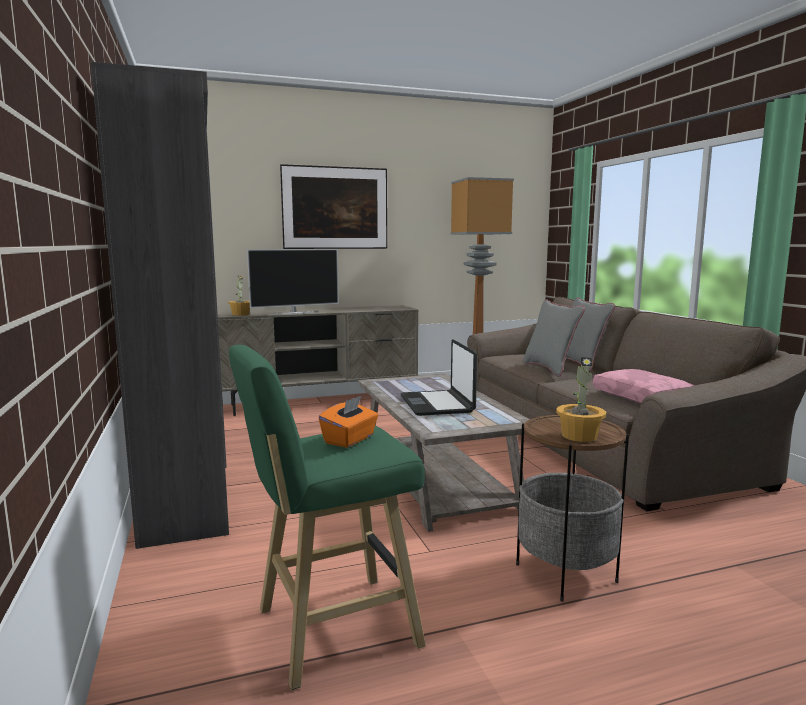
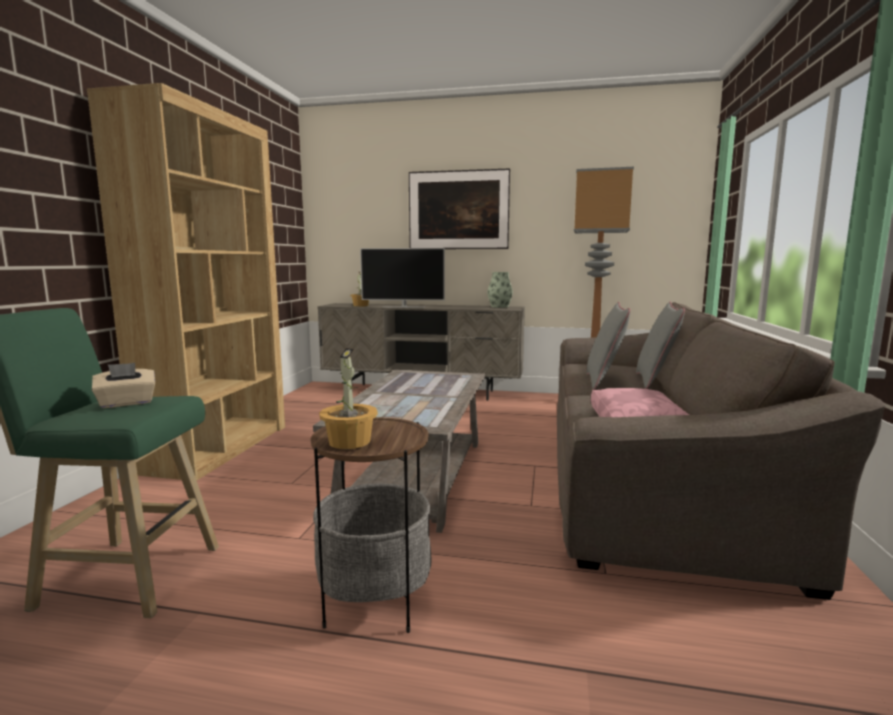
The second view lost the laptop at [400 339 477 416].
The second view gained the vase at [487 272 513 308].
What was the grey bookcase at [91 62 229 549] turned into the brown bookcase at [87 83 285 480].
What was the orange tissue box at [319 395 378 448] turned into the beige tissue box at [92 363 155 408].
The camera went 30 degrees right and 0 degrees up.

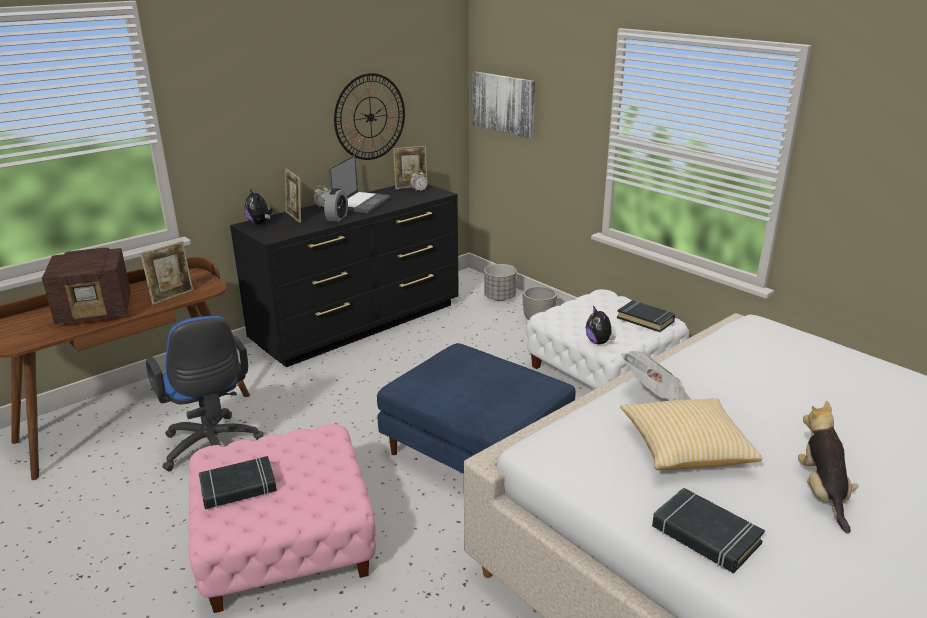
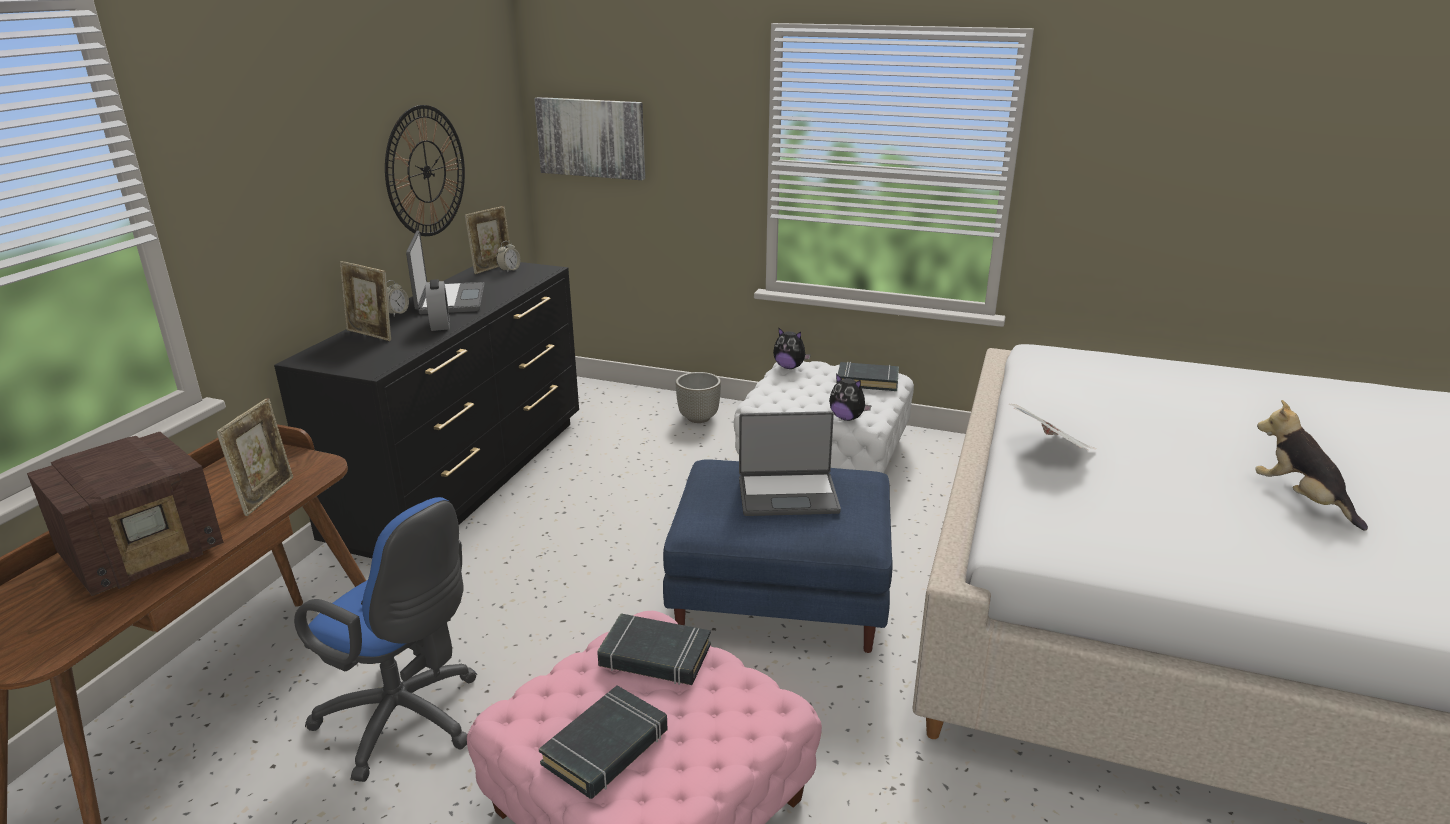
The second view lost the grey planter at [484 264 517 301].
The second view lost the pillow at [620 398 763 470].
The second view gained the laptop at [739 411 841 516].
The plush toy ended up elsewhere, having gone from [245 189 273 224] to [773 327 811 369].
The black book ended up elsewhere, having gone from [652 488 765 573] to [597 613 711 685].
The camera went 30 degrees left and 0 degrees up.

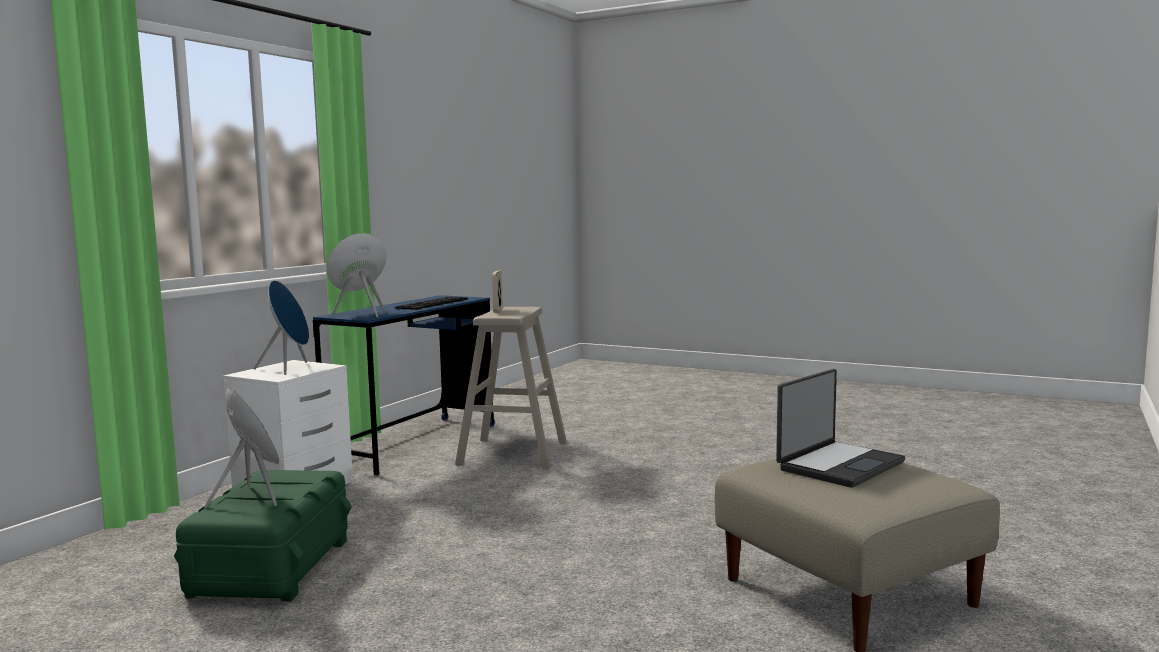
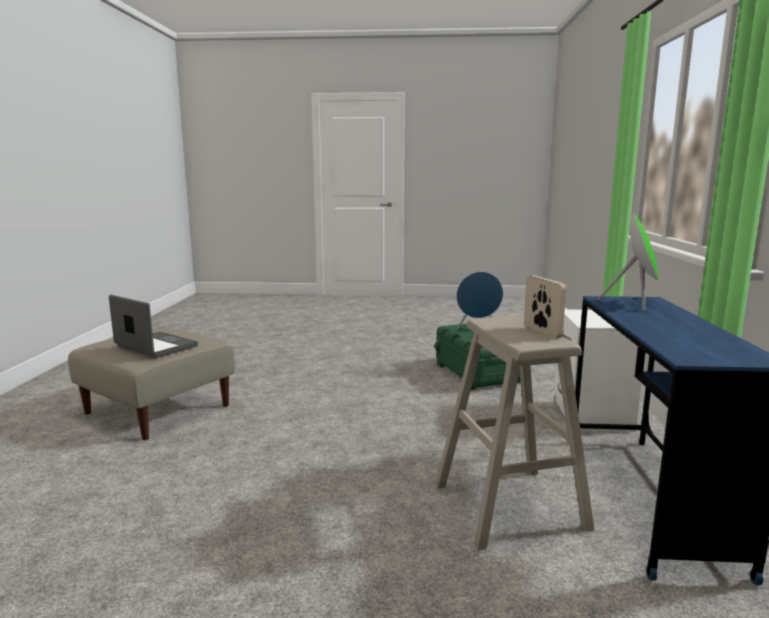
The second view lost the blue speaker at [253 280 309 375].
The second view lost the keyboard at [395 297 468 310].
The laptop at [776 369 905 488] ended up facing another way, 105 degrees clockwise from before.
The camera went 155 degrees right and 5 degrees up.

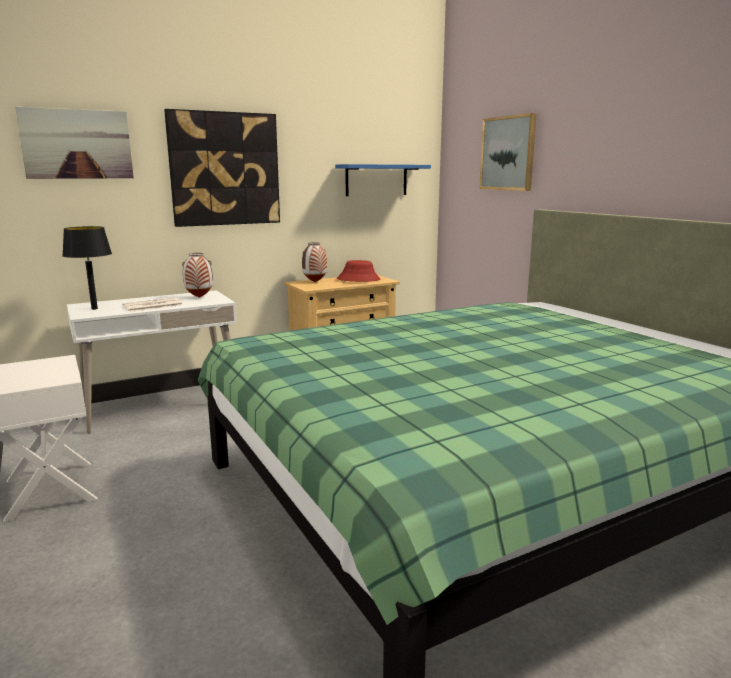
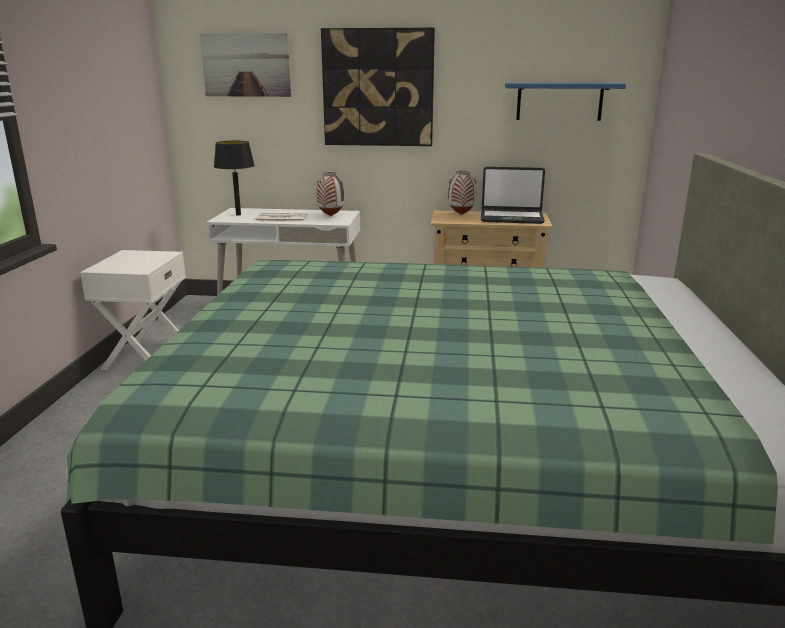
The second view lost the picture at [479 113 537 191].
Where the red hat stood at [337 260 380 282], the laptop came to stand at [481 167 545 224].
The camera went 35 degrees right and 5 degrees up.

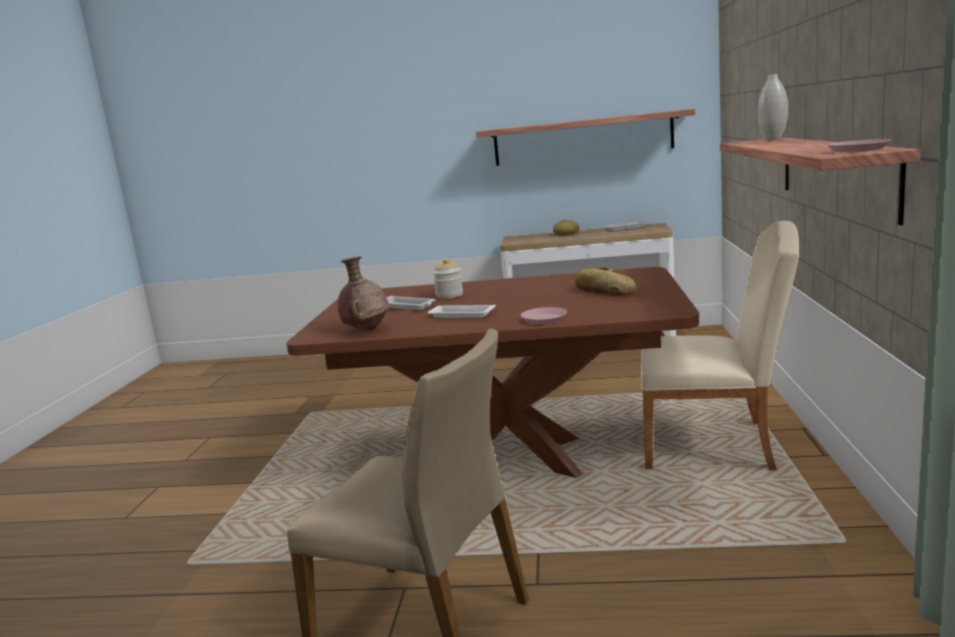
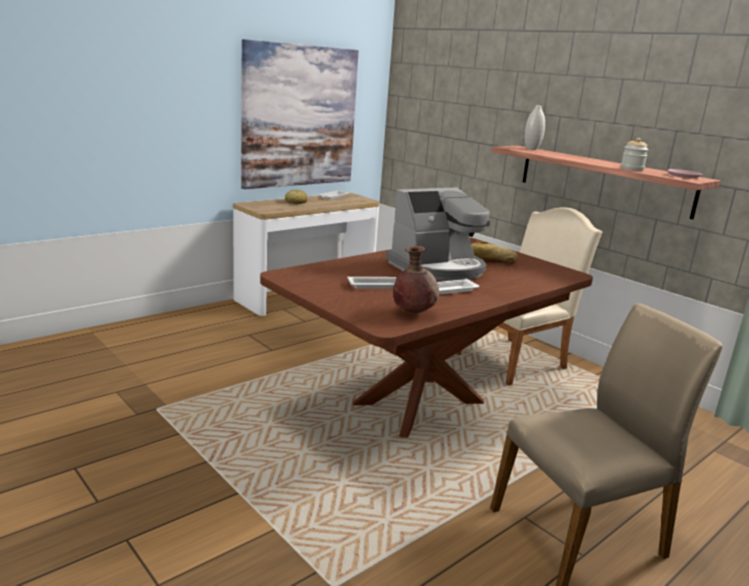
The second view lost the pink plate at [521 307 567 324].
The second view gained the coffee machine at [386 188 490 281].
The jar ended up elsewhere, having gone from [433 258 463 298] to [621 138 648 171].
Where the shelf hung at [476 109 695 166], the picture came to hang at [241 39 359 189].
The camera went 50 degrees left and 5 degrees up.

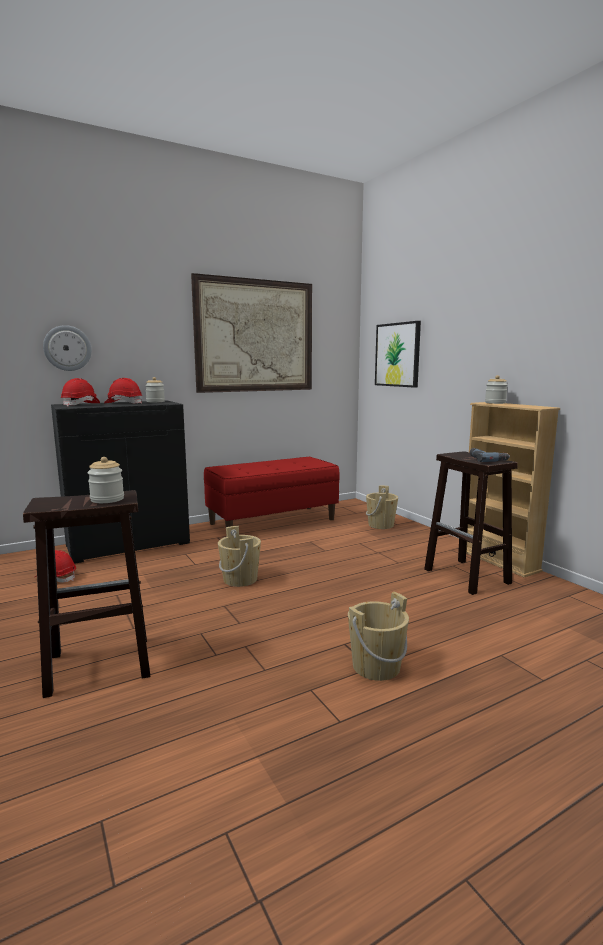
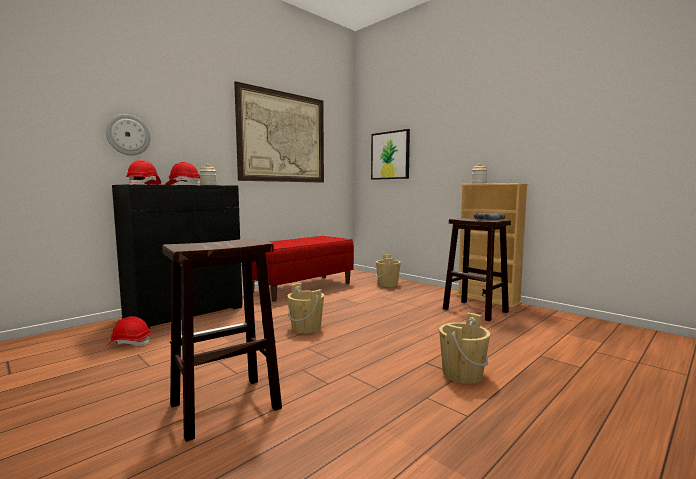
The second view lost the jar at [87 457 124 503].
The camera went 15 degrees left and 5 degrees down.

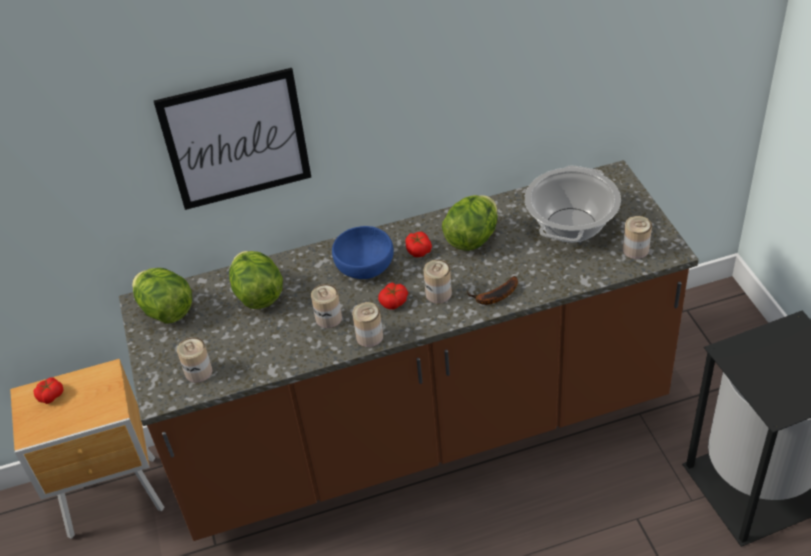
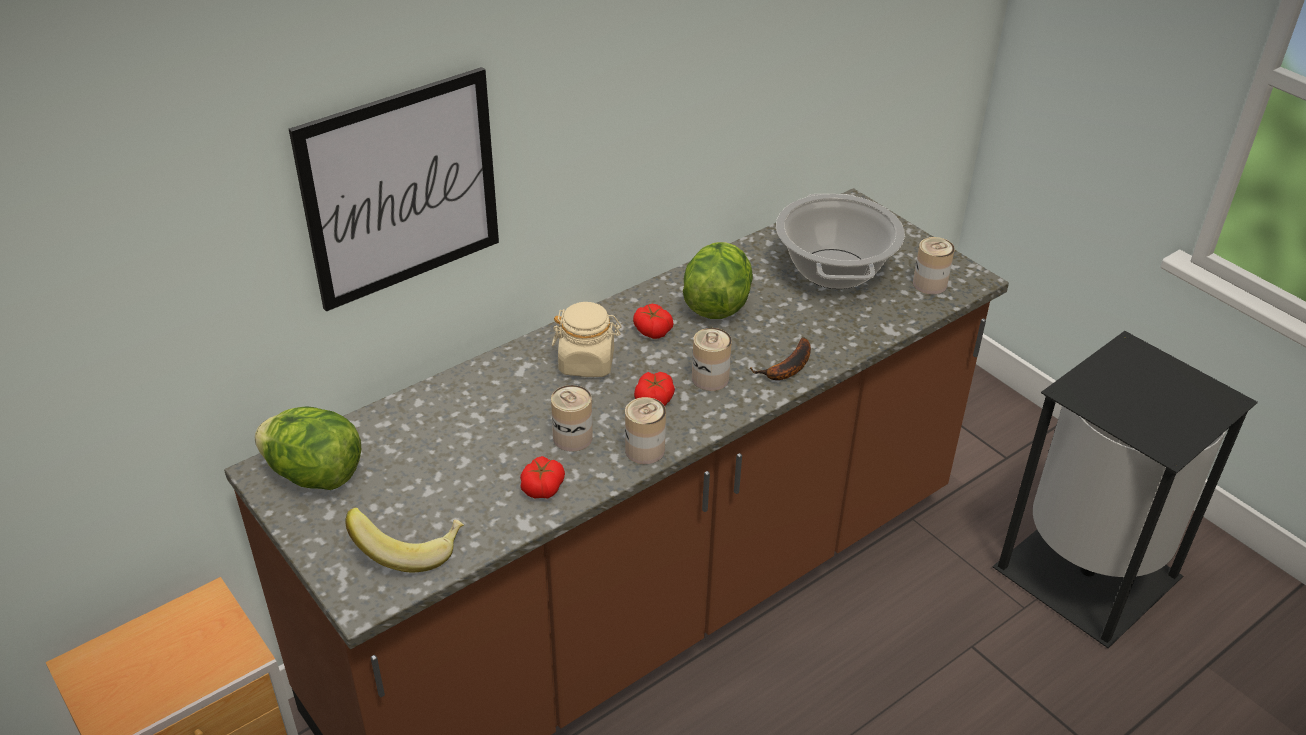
The second view lost the lettuce at [229 251 283 309].
The tomato ended up elsewhere, having gone from [33 377 64 404] to [520 456 565 499].
Where the can stood at [177 337 212 383], the banana came to stand at [345 507 464 572].
Where the blue bowl stood at [332 226 394 279], the beige jar came to stand at [552 302 622 377].
The camera went 25 degrees left and 5 degrees down.

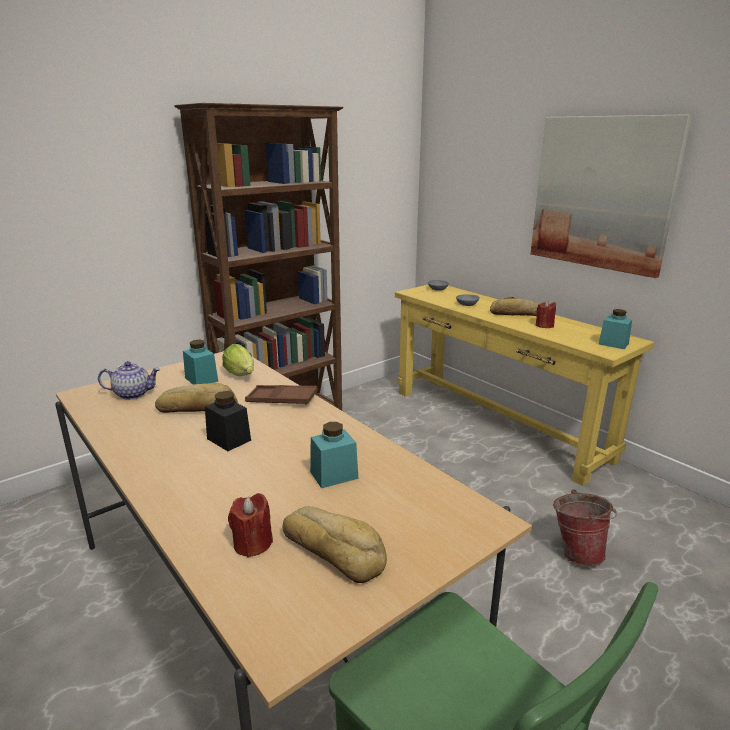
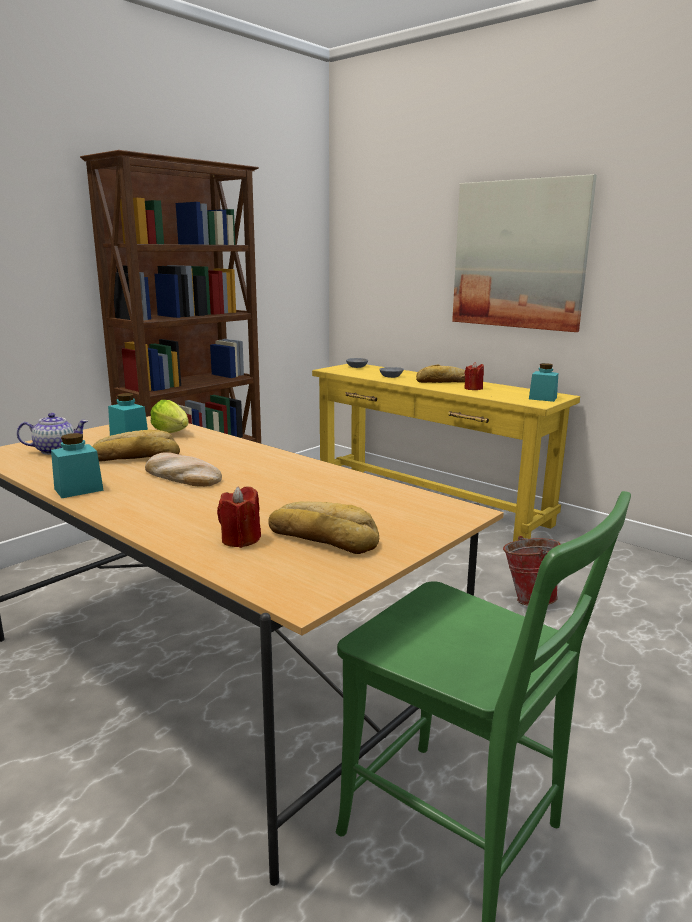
The second view lost the brown tray at [245 385 318 405].
The turquoise jar ended up elsewhere, having gone from [310 422 358 488] to [51 433 104 498].
Where the black jar stood at [205 391 251 451], the bread came to stand at [145 452 222 487].
The camera went 10 degrees left and 5 degrees down.

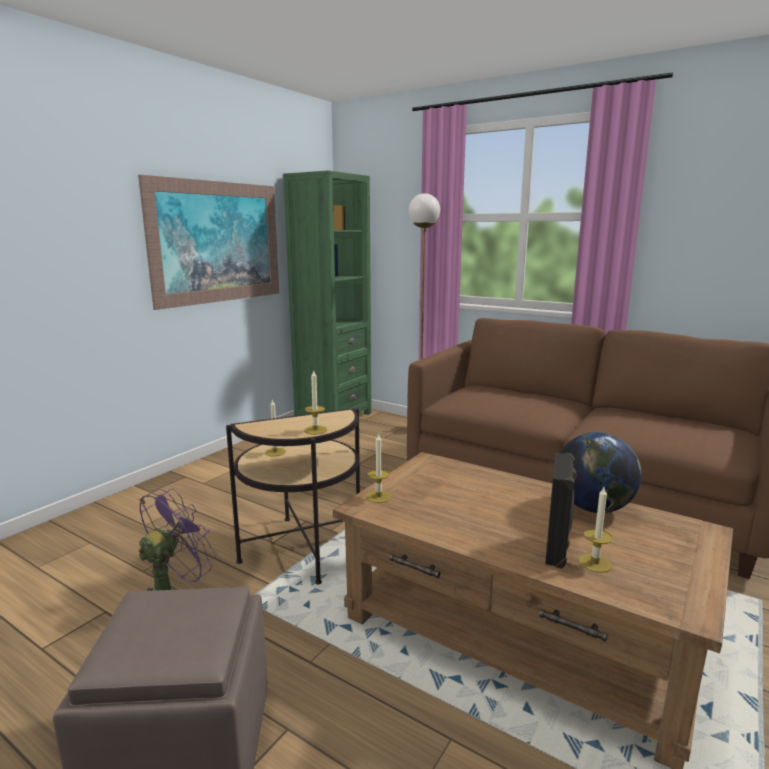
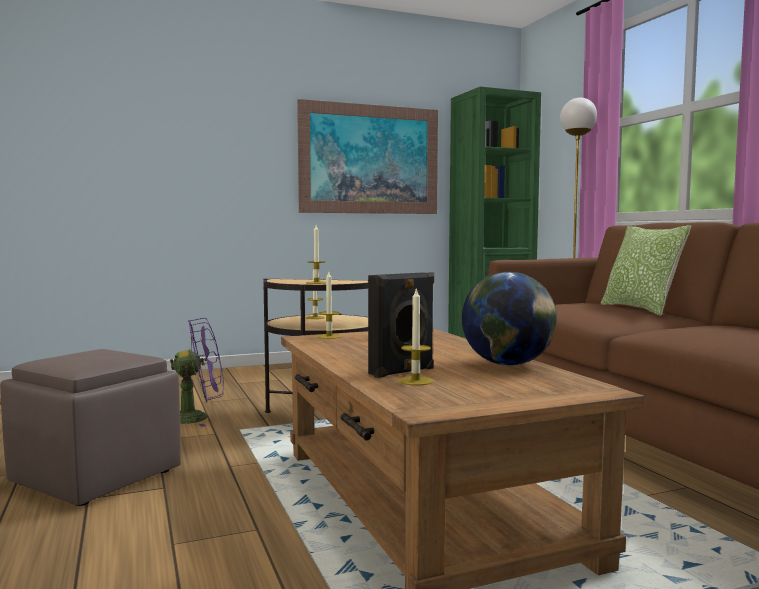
The second view gained the pillow at [600 225 691 316].
The camera went 35 degrees right and 10 degrees down.

